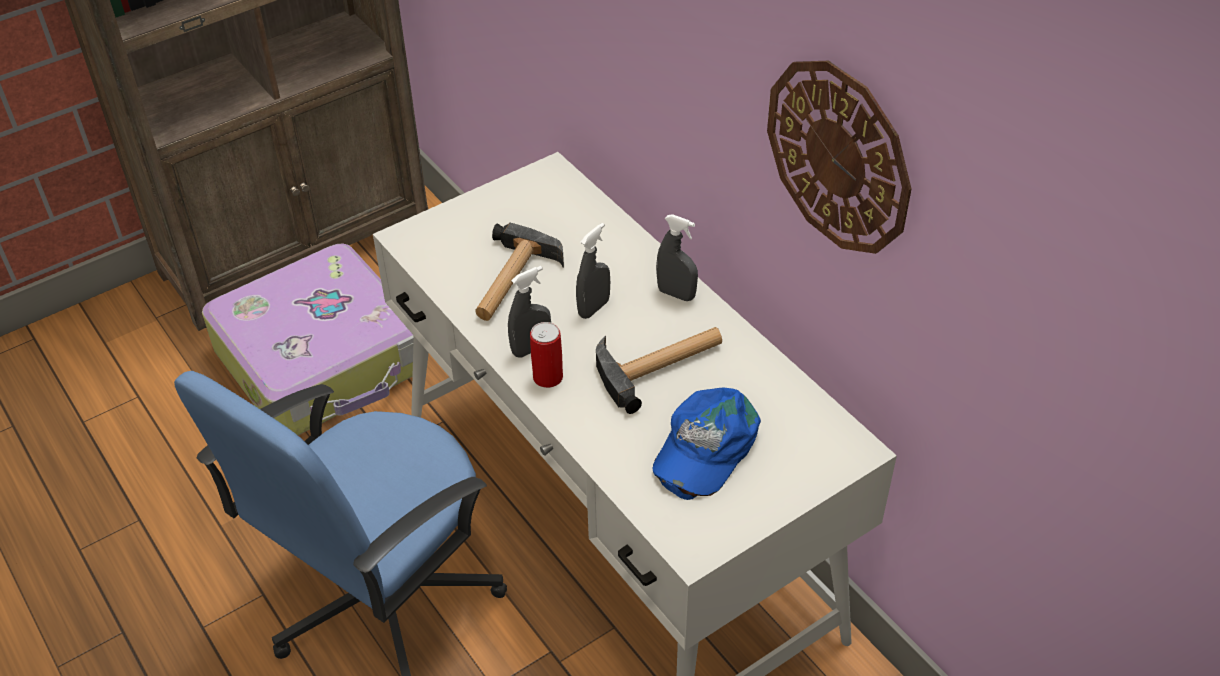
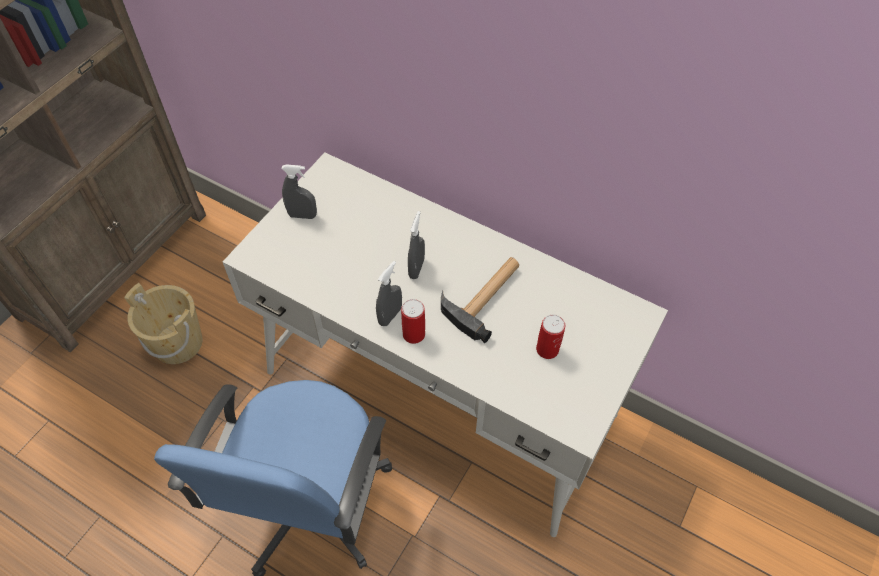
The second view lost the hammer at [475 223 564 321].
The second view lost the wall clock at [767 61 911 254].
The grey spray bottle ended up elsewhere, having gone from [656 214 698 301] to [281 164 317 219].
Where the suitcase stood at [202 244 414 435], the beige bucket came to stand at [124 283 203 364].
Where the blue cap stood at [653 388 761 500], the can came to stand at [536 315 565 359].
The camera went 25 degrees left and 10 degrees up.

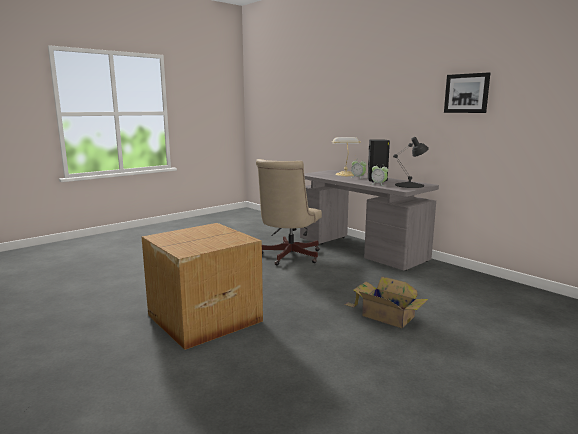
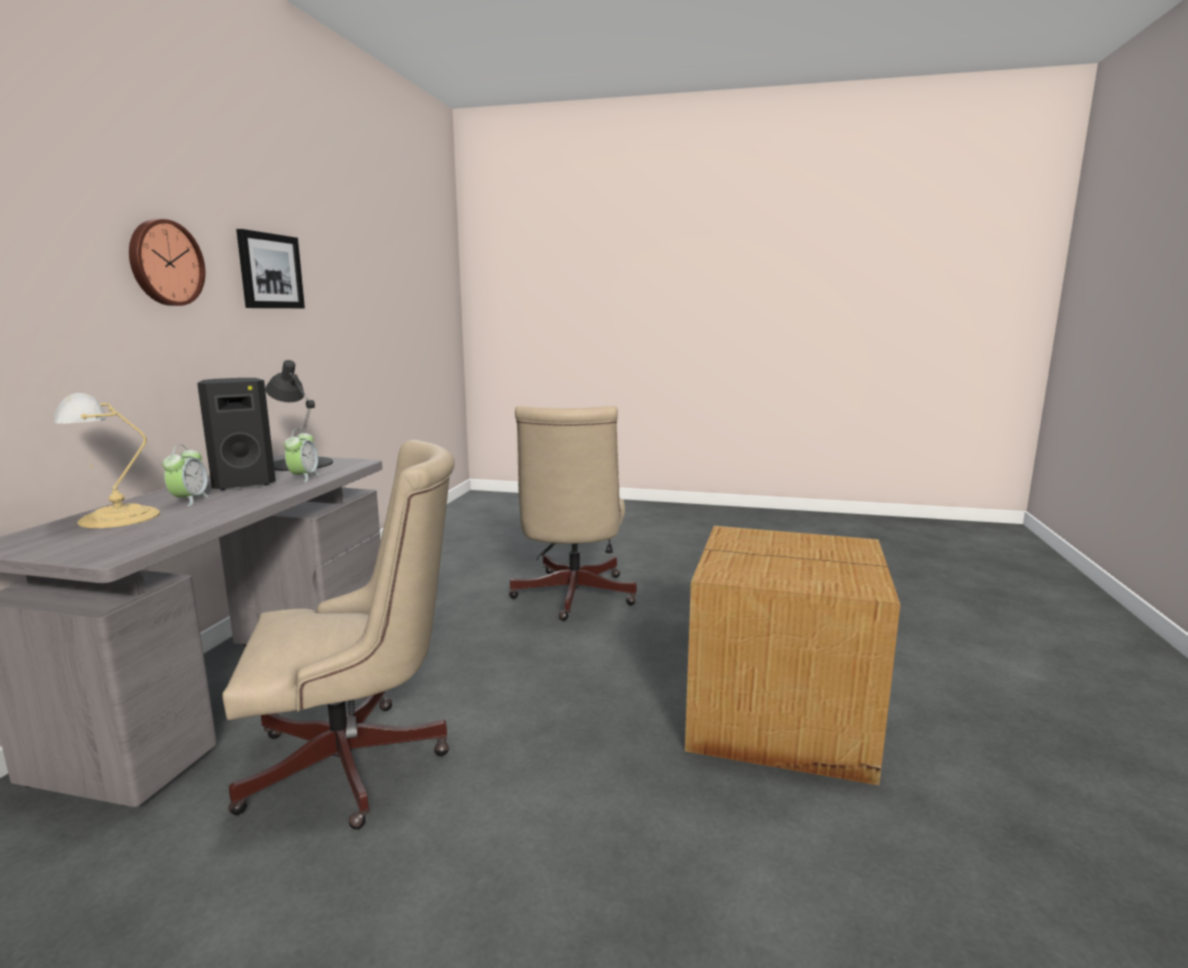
The second view gained the wall clock at [129 219 205 306].
Where the cardboard box stood at [344 276 429 328], the beige office chair came to stand at [509 405 637 621].
The camera went 125 degrees left and 0 degrees up.

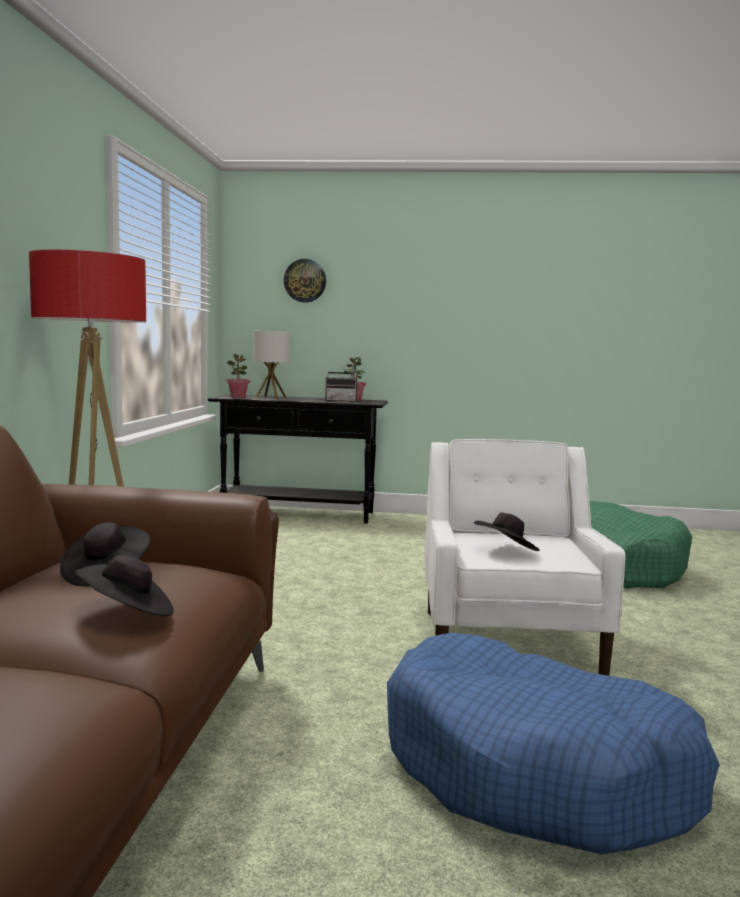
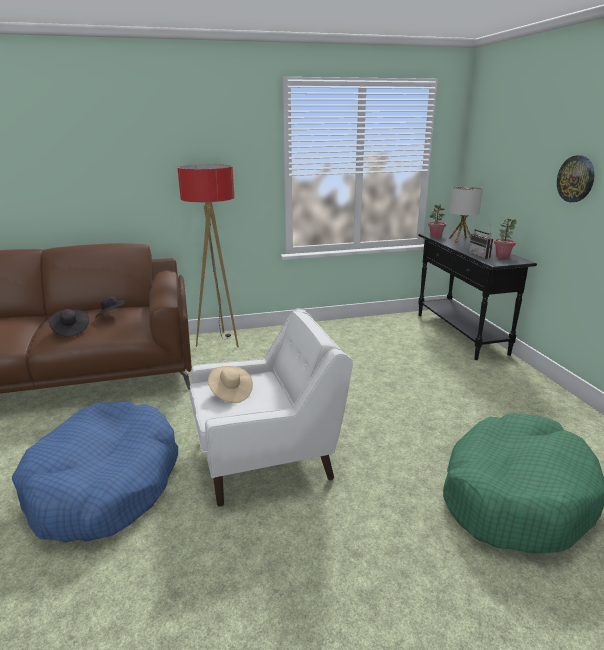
The wall clock ended up elsewhere, having gone from [284 259 326 303] to [557 155 594 202].
What was the black hat at [474 513 540 551] turned into the beige hat at [208 366 253 403].
The camera went 70 degrees right and 15 degrees up.

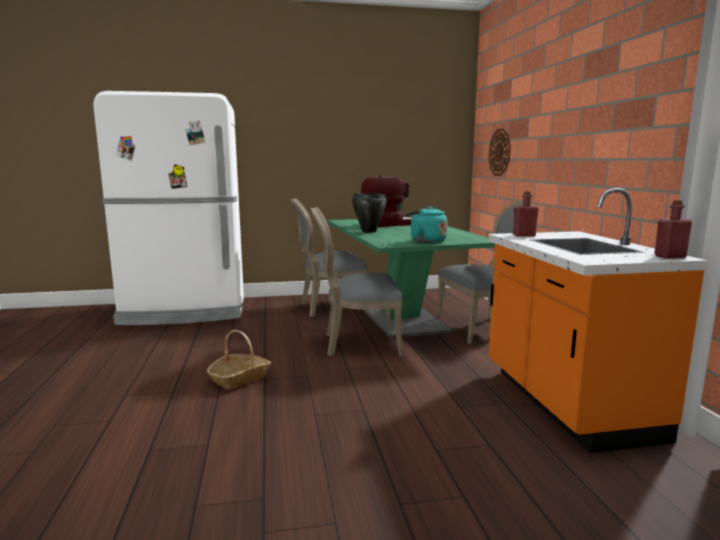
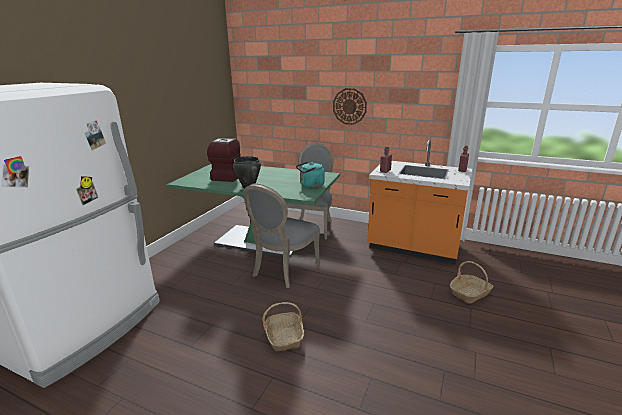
The second view lost the grey chair at [290 198 369 317].
The second view gained the basket at [450 261 494 304].
The wall clock ended up elsewhere, having gone from [489 128 511 176] to [333 88 367 125].
The camera went 55 degrees left and 10 degrees up.

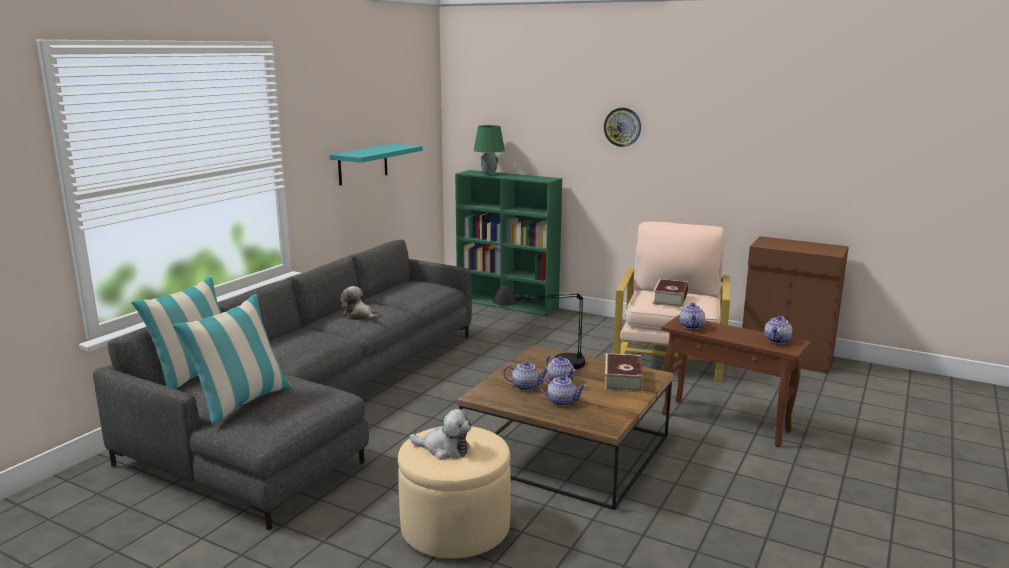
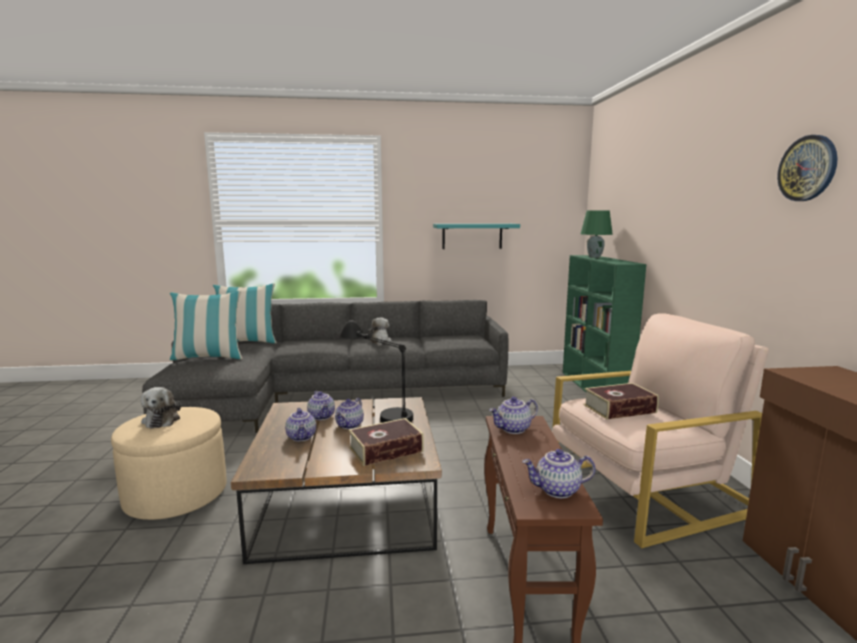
The wall clock ended up elsewhere, having gone from [604 108 641 147] to [777 135 838 201].
The camera went 55 degrees right and 5 degrees down.

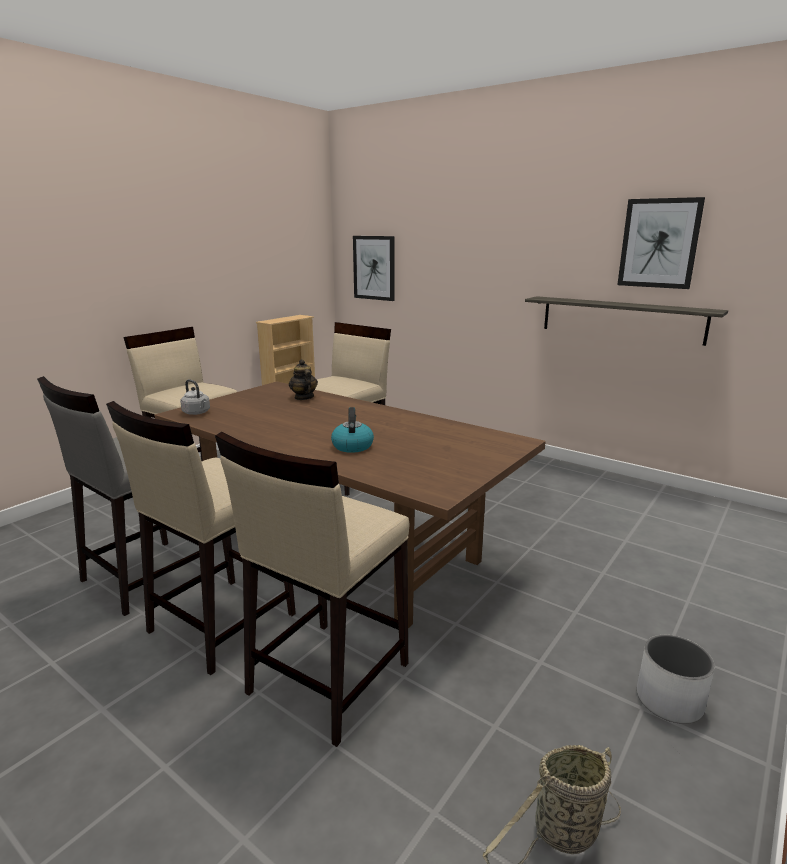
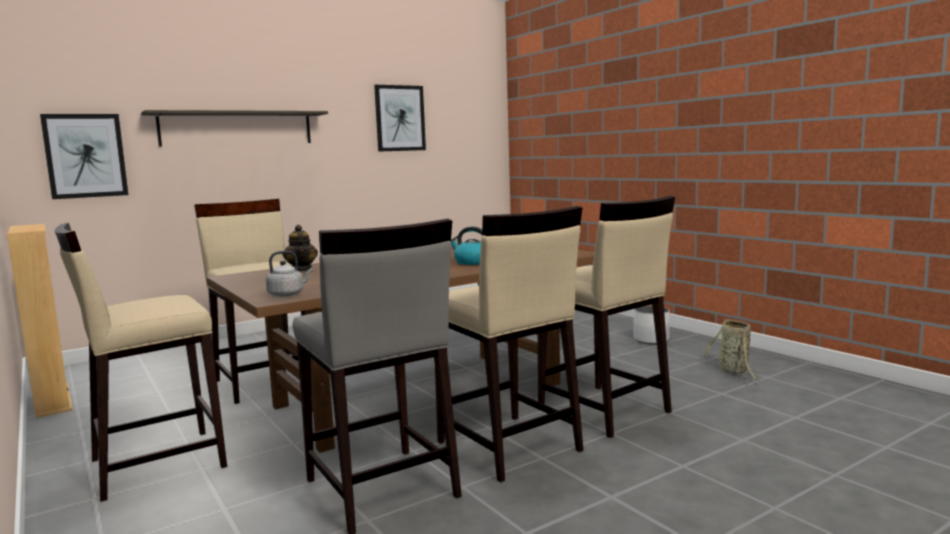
The shelf ended up elsewhere, having gone from [525 296 728 346] to [141 110 328 146].
The teapot at [289 359 318 400] ended up facing another way, 105 degrees counterclockwise from before.
The camera went 70 degrees left and 10 degrees down.

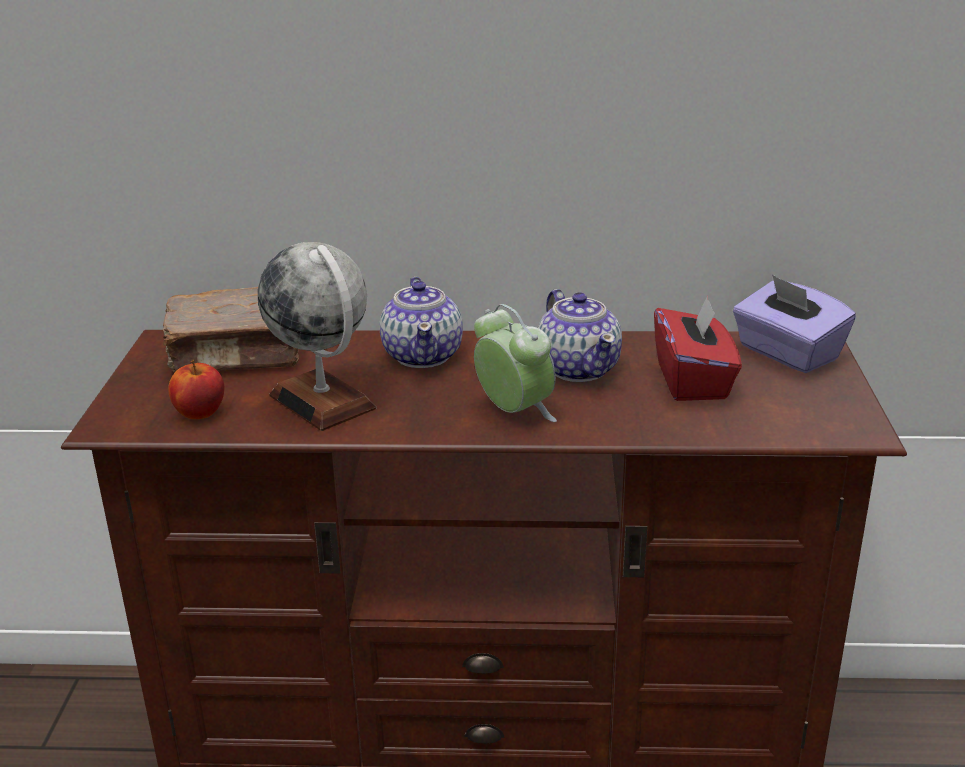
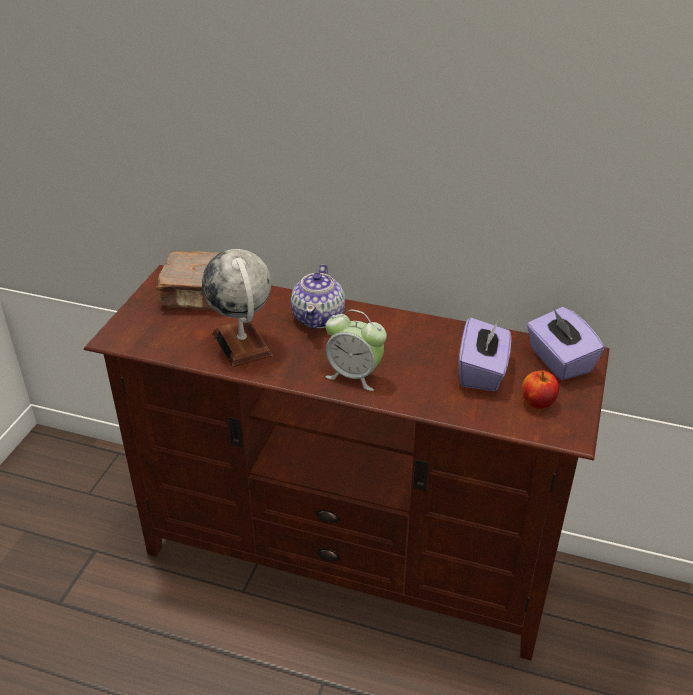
The second view lost the teapot at [538 289 622 382].
The apple ended up elsewhere, having gone from [168 360 224 419] to [522 371 559 409].
What was the red tissue box at [654 295 742 401] turned into the purple tissue box at [459 317 511 391].
The alarm clock at [474 304 557 422] ended up facing another way, 135 degrees clockwise from before.
The camera went 15 degrees right and 10 degrees up.

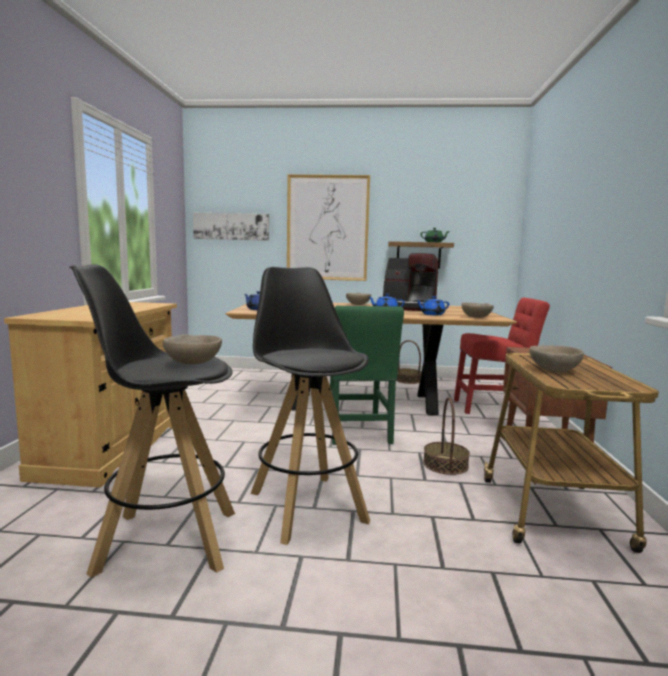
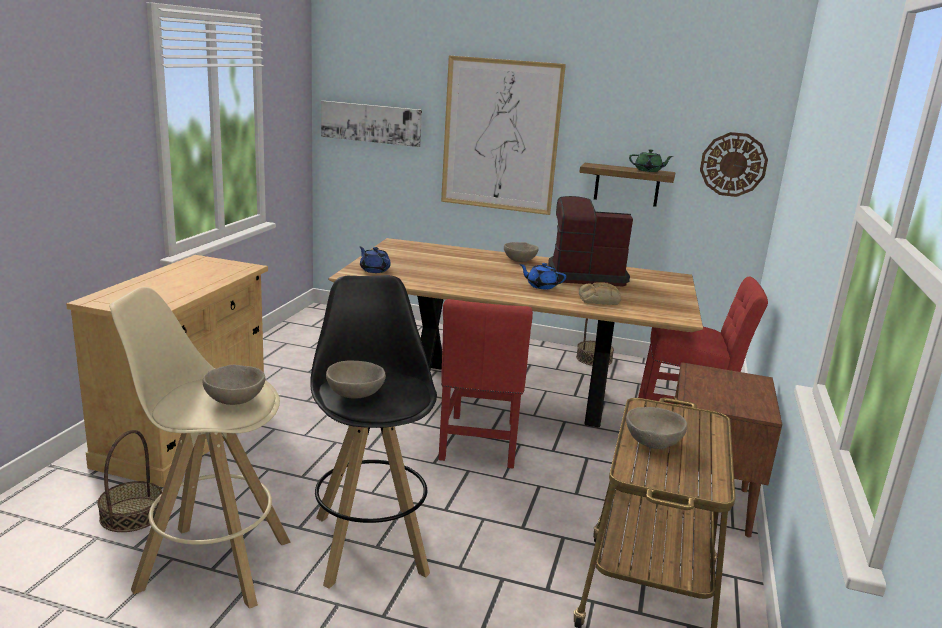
The second view gained the wall clock at [700 132 768 197].
The basket ended up elsewhere, having gone from [423 397 470 475] to [97 430 162 532].
The beige bowl ended up elsewhere, having gone from [462 302 494 318] to [326 361 386 399].
Where the blue teapot stood at [416 296 449 315], the bread came to stand at [579 282 621 305].
What was the black stool at [69 264 235 578] turned into the beige stool at [109 287 291 609].
What was the green chair at [330 306 404 445] turned into the red chair at [438 299 533 469].
The coffee machine at [383 253 439 311] ended up facing another way, 150 degrees clockwise from before.
The camera went 10 degrees right and 10 degrees up.

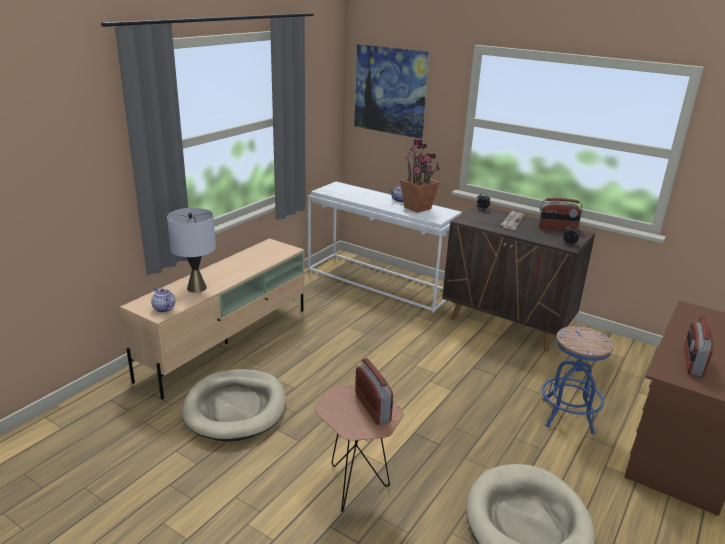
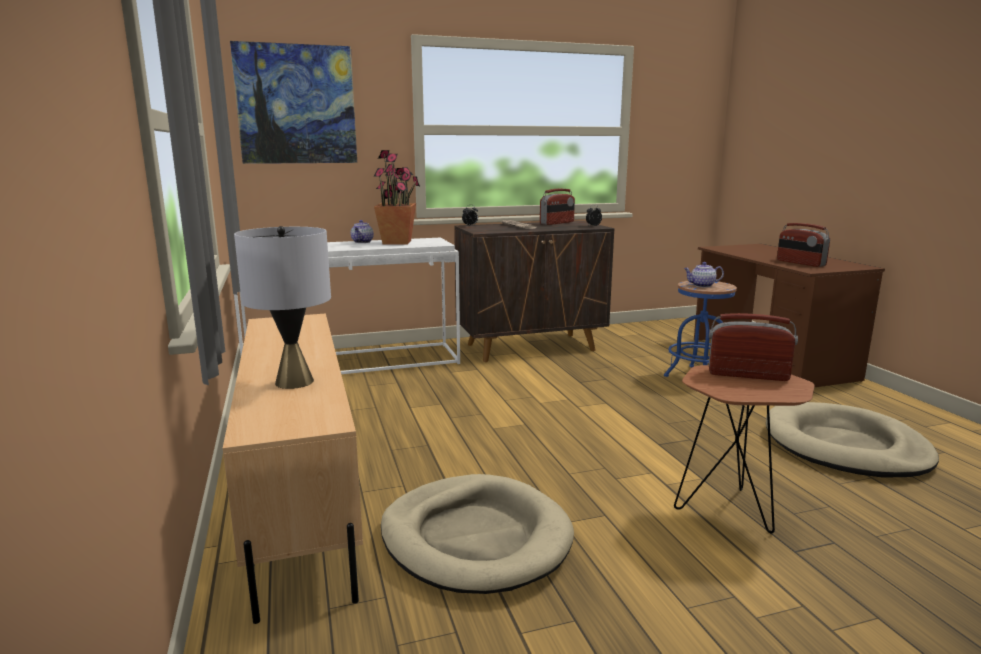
The teapot ended up elsewhere, having gone from [151 287 175 313] to [684 262 724 287].
The camera went 50 degrees left and 10 degrees down.

